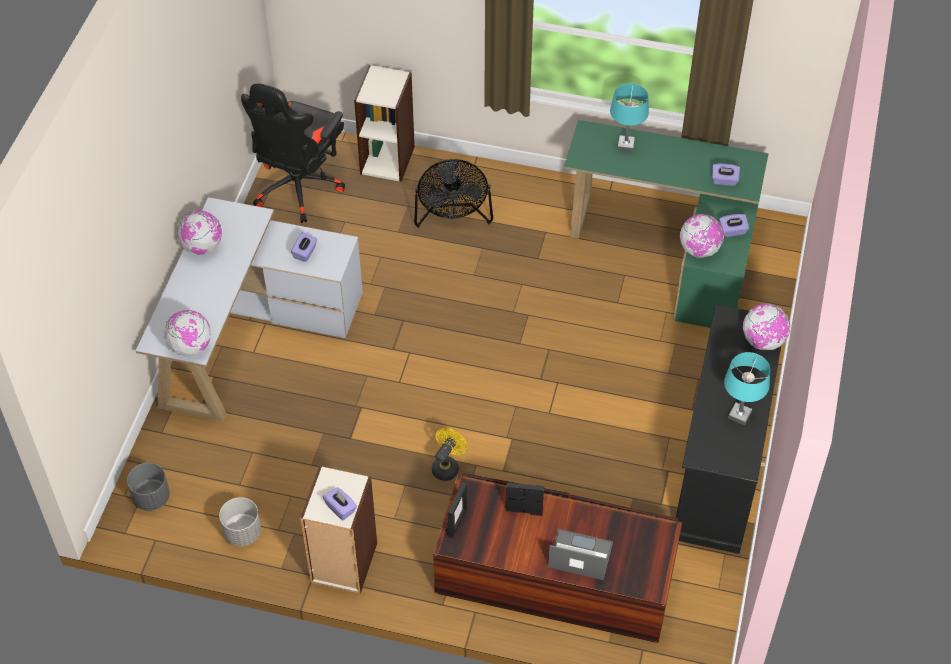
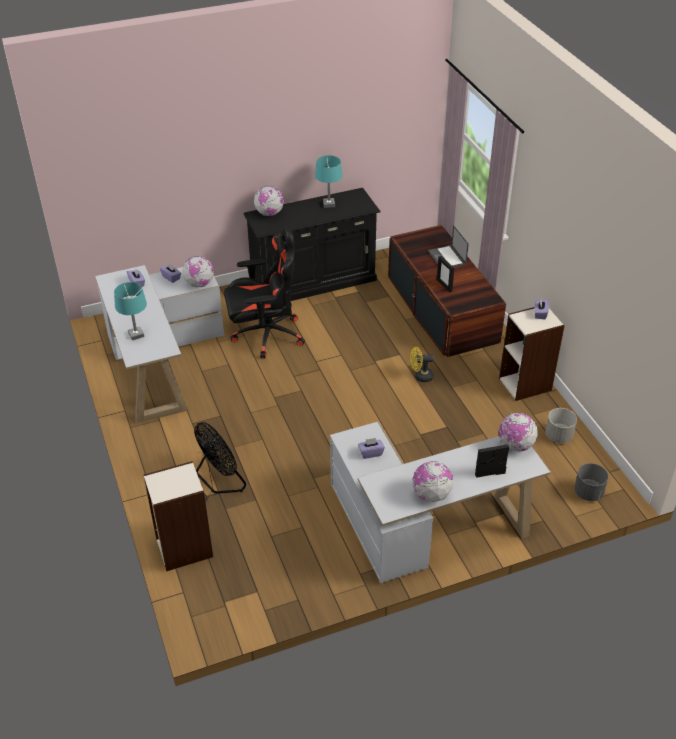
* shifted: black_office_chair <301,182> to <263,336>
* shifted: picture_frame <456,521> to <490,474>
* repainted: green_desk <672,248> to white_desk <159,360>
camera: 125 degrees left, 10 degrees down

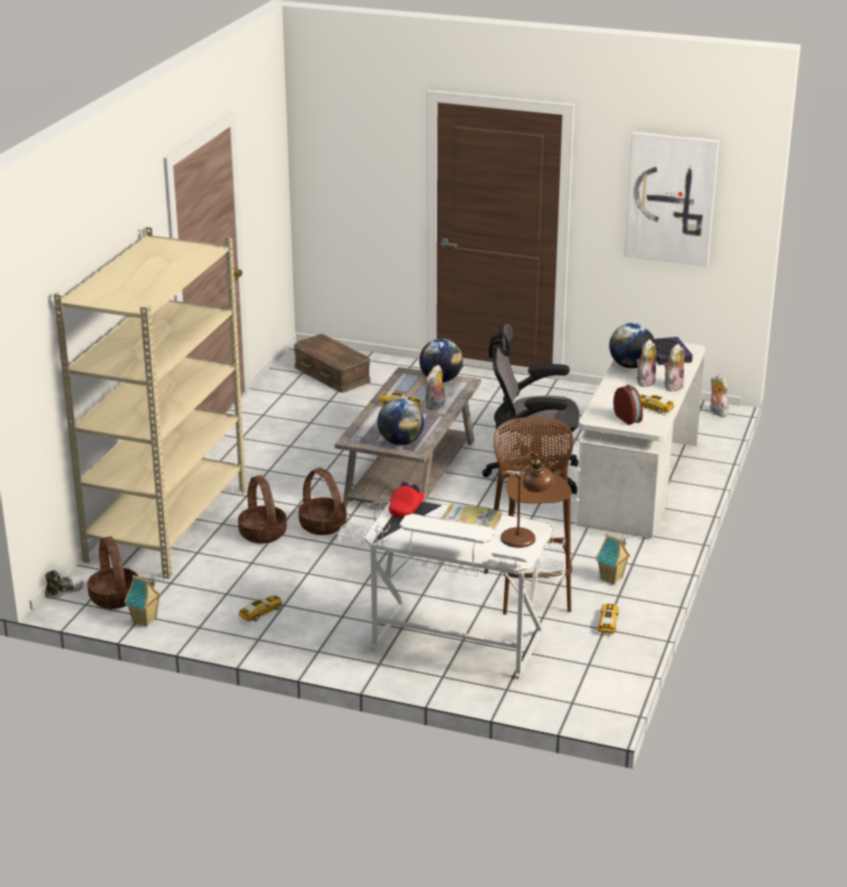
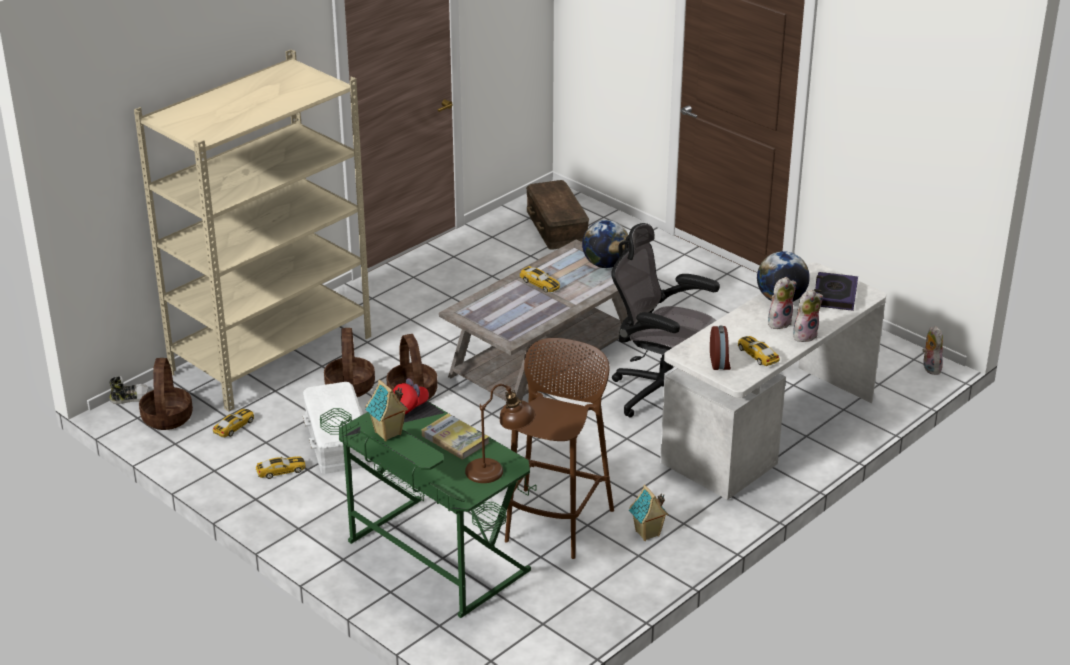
* gone: globe <400,442>
* gone: plush_toy <435,406>
* gone: picture <671,198>
* new: white_storage_box <336,440>
* shifted: toy_house <145,621> to <388,434>
* shifted: toy_car <608,622> to <234,427>
* repainted: white_desk <456,642> to green_desk <434,558>
camera: 25 degrees right, 5 degrees up

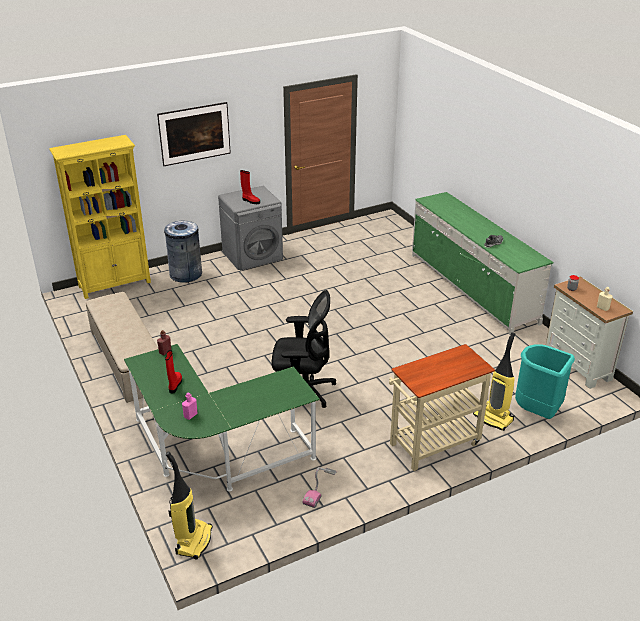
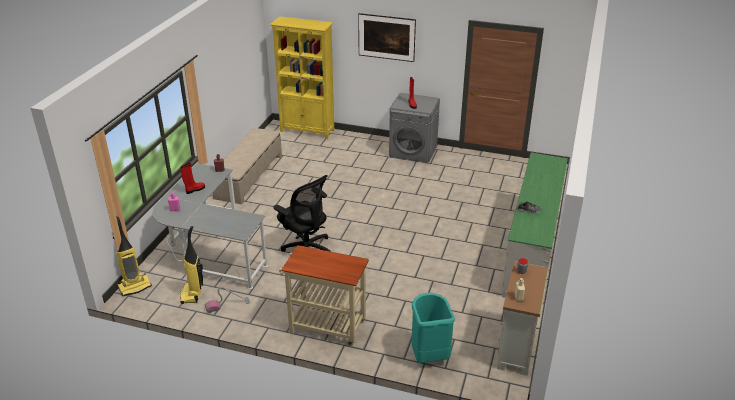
* gone: grey_trash_can <185,274>
* shifted: vacuum_cleaner <494,418> to <192,294>
* repainted: green_desk <215,453> to grey_desk <210,251>
camera: 45 degrees right, 0 degrees up

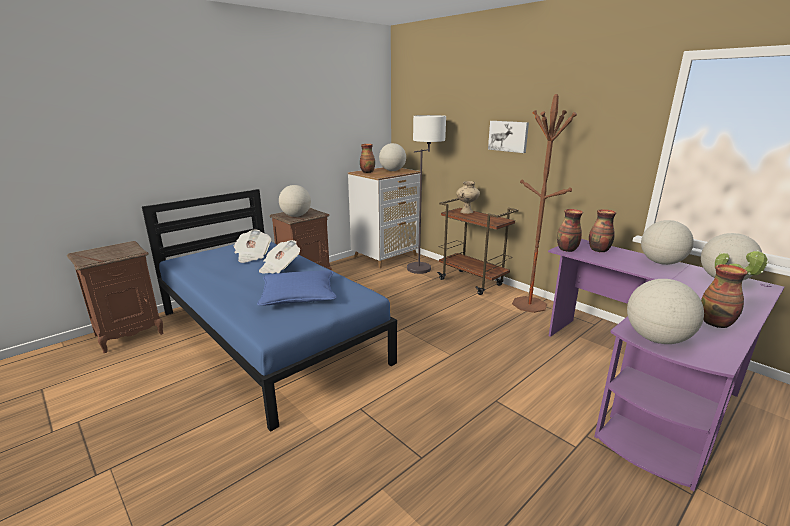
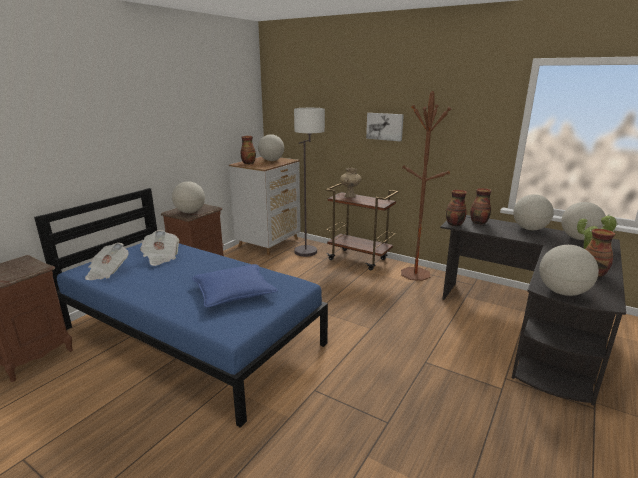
* shifted: newspaper <280,267> to <108,272>
* repainted: purple_desk <644,384> to black_desk <528,328>
camera: 15 degrees left, 0 degrees up

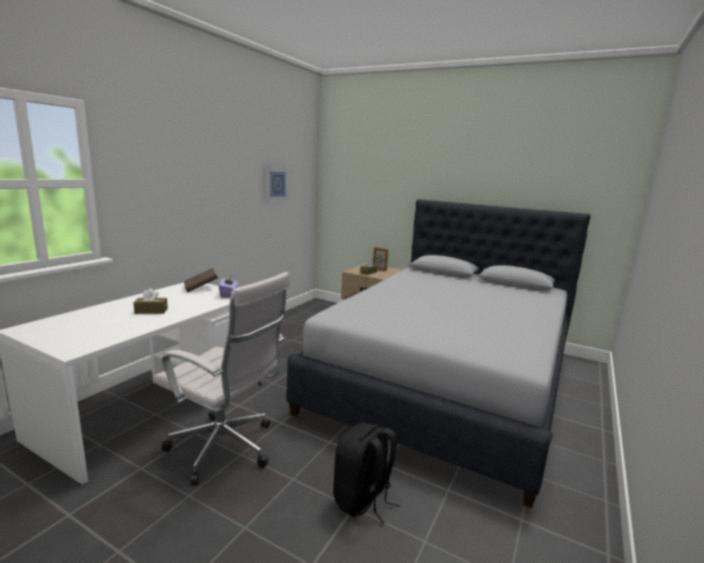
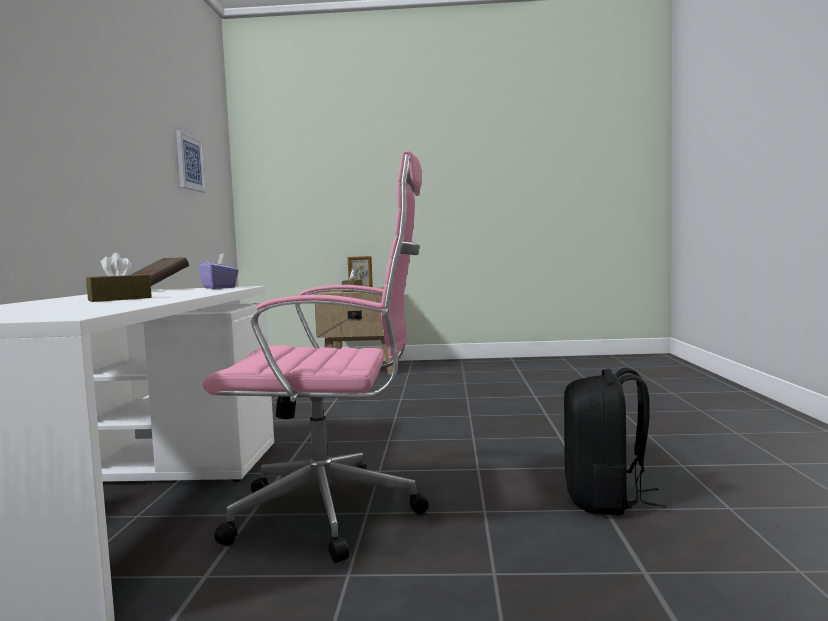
* gone: grey_bed <448,379>
* repainted: white_office_chair <226,449> to pink_office_chair <334,515>
camera: 25 degrees left, 10 degrees down

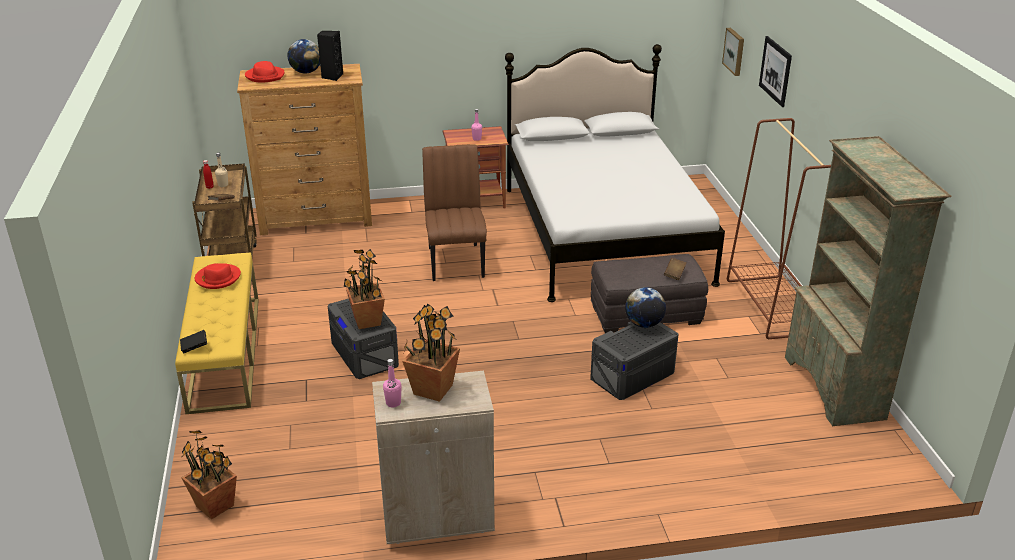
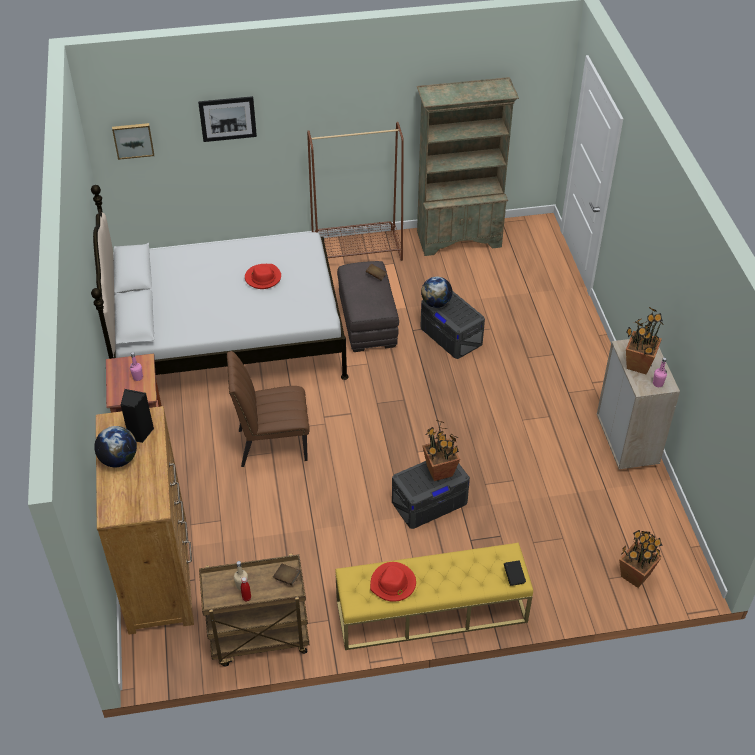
* shifted: red_hat <265,76> to <263,278>
camera: 90 degrees left, 15 degrees up

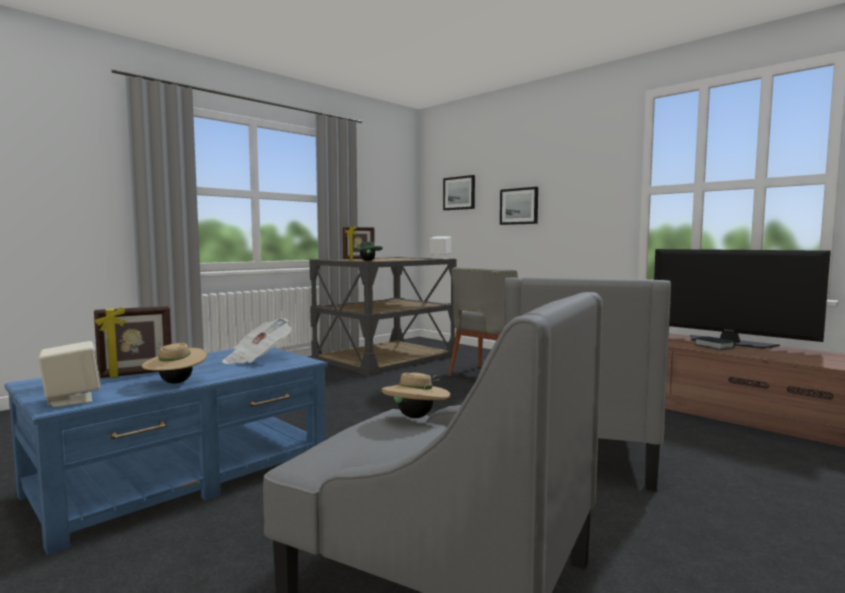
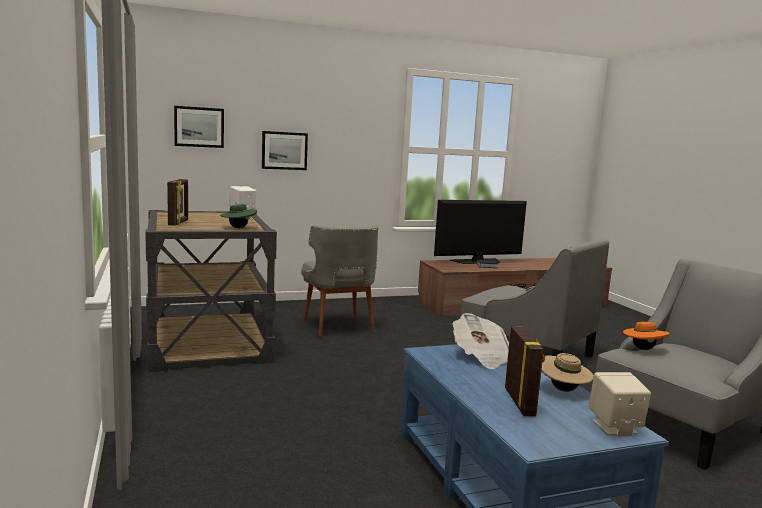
* repainted: beige_hat <416,417> to orange_hat <643,349>
camera: 65 degrees left, 5 degrees up

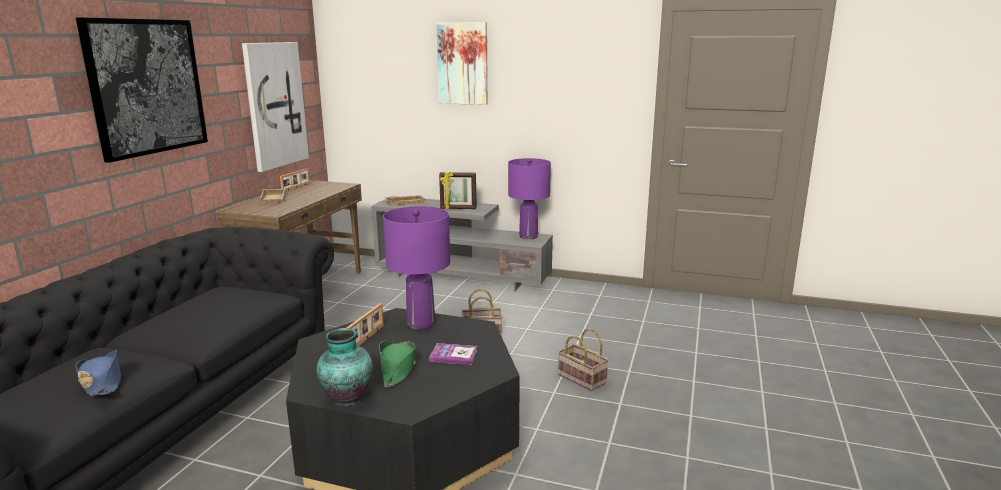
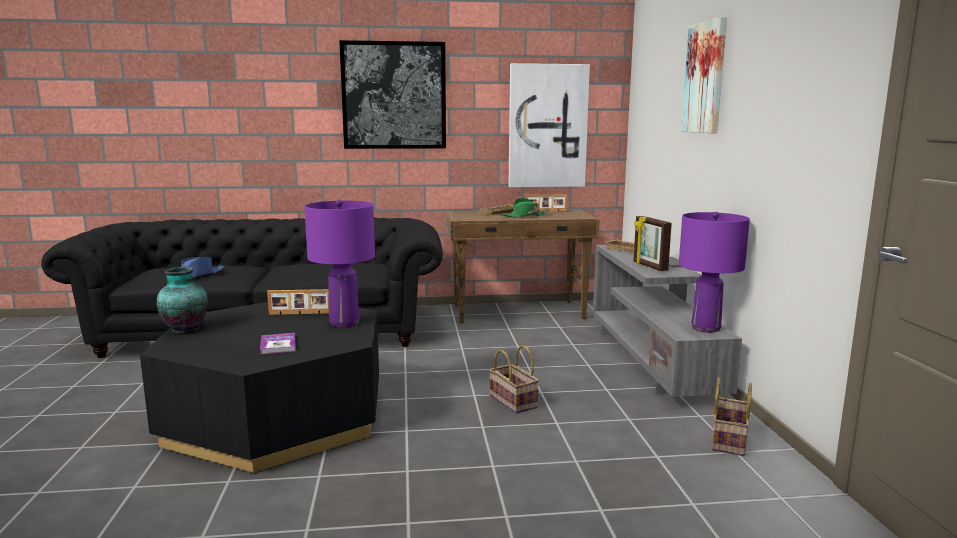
* shifted: green_hat <398,368> to <525,216>
* shifted: basket <580,378> to <727,440>
camera: 65 degrees right, 5 degrees down

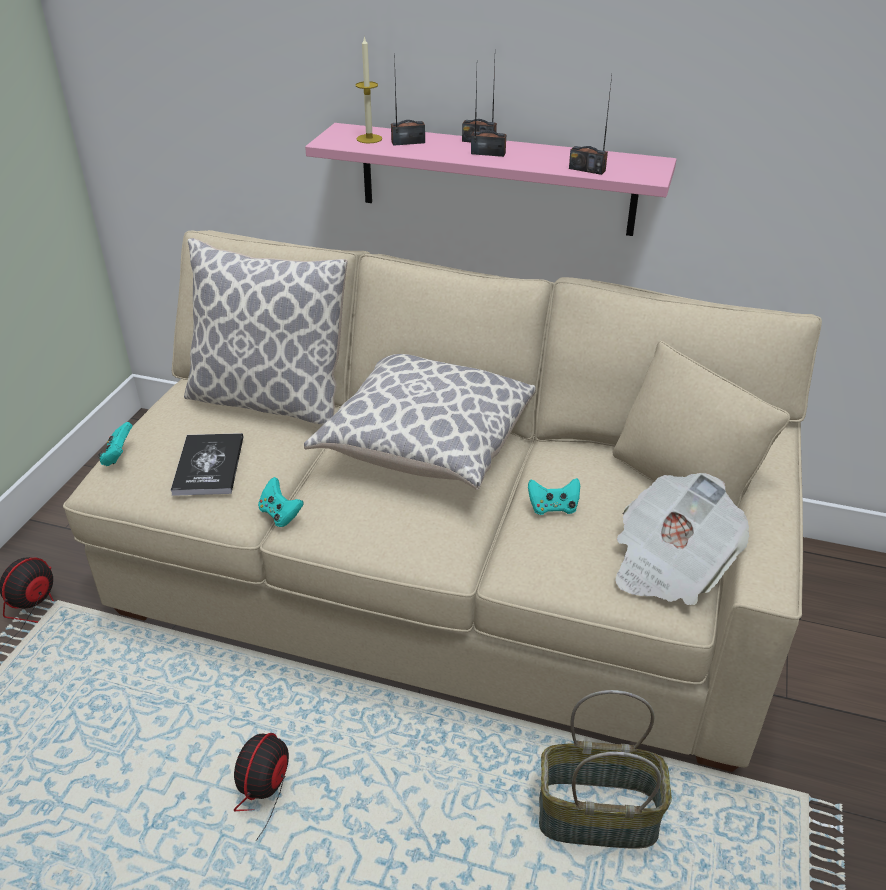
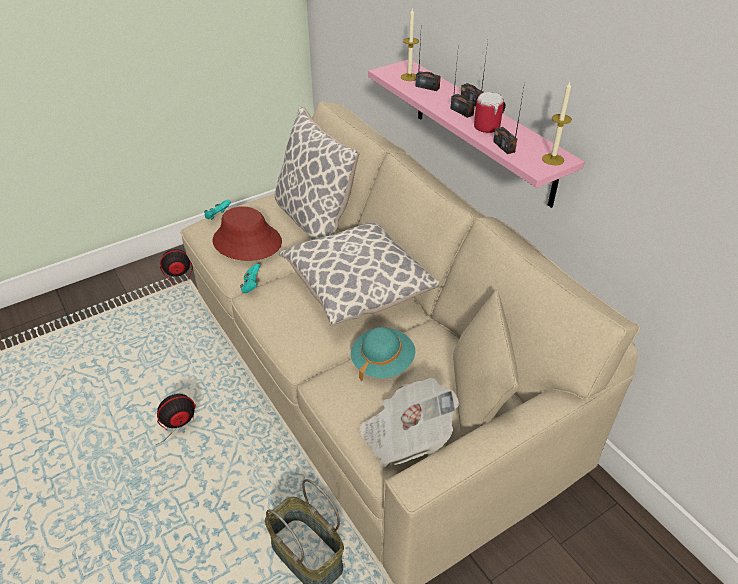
* new: mug <490,126>
* new: candle <553,159>
* swapped: book <209,466> to red_hat <247,242>
* swapped: turquoise_game_controller <553,507> to turquoise_hat <382,362>
camera: 40 degrees right, 5 degrees up

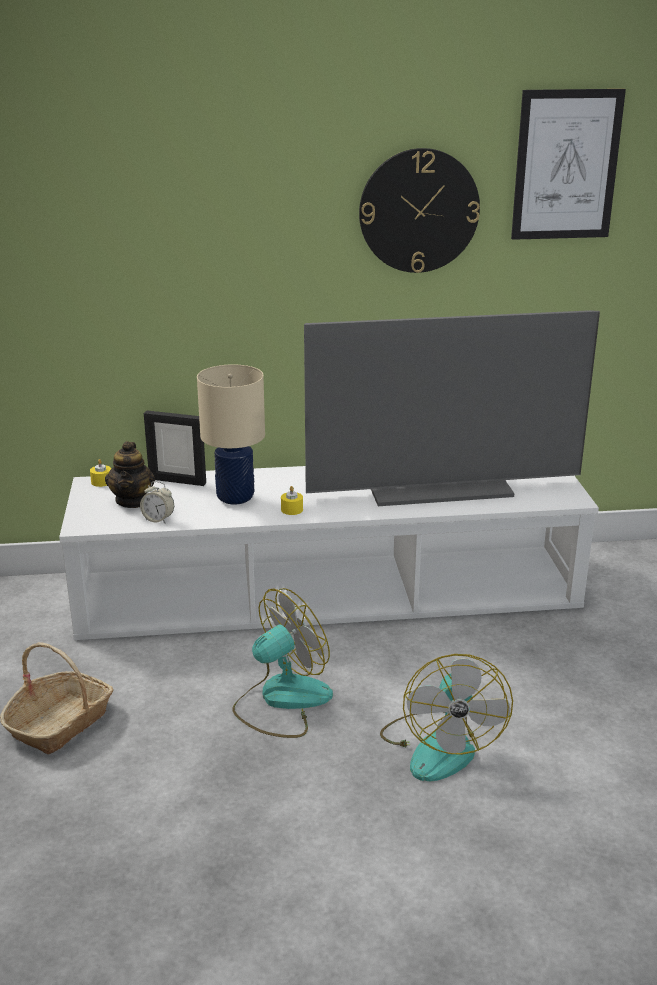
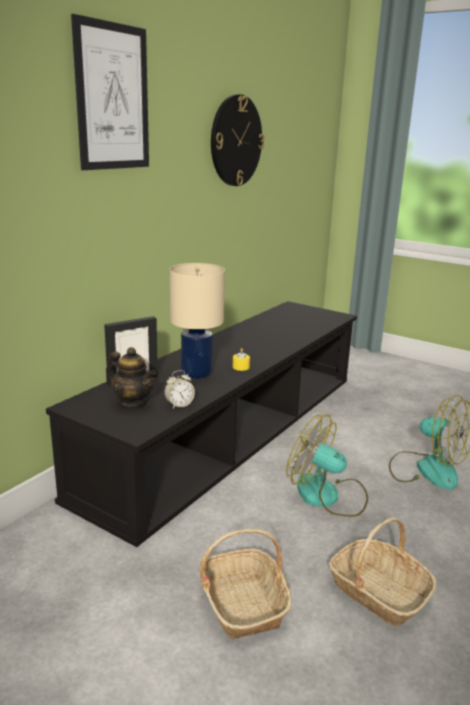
* gone: yellow_candle <101,482>
* gone: television <440,486>
* new: basket <378,592>
* shifted: picture <566,165> to <112,98>
* repainted: white_tv_stand <328,591> to black_tv_stand <231,430>
* rotated: fan <281,700> = <327,496> 60 degrees counterclockwise
camera: 50 degrees left, 5 degrees down

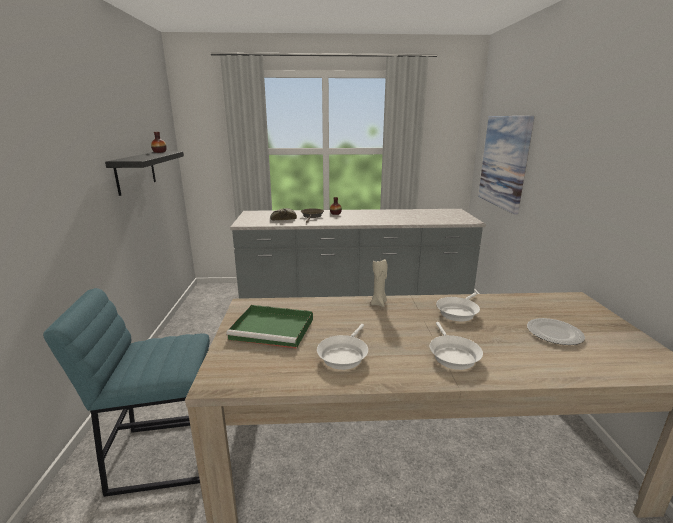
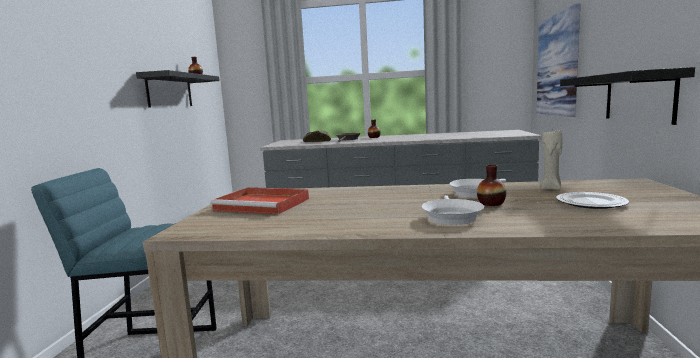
* gone: white_frying_pan <343,355>
* new: vase <491,203>
* new: black_shelf <638,97>
* shifted: beige_candle <379,303> to <551,188>
* repainted: green_tray <274,329> to red_tray <264,204>
camera: 10 degrees right, 10 degrees down

